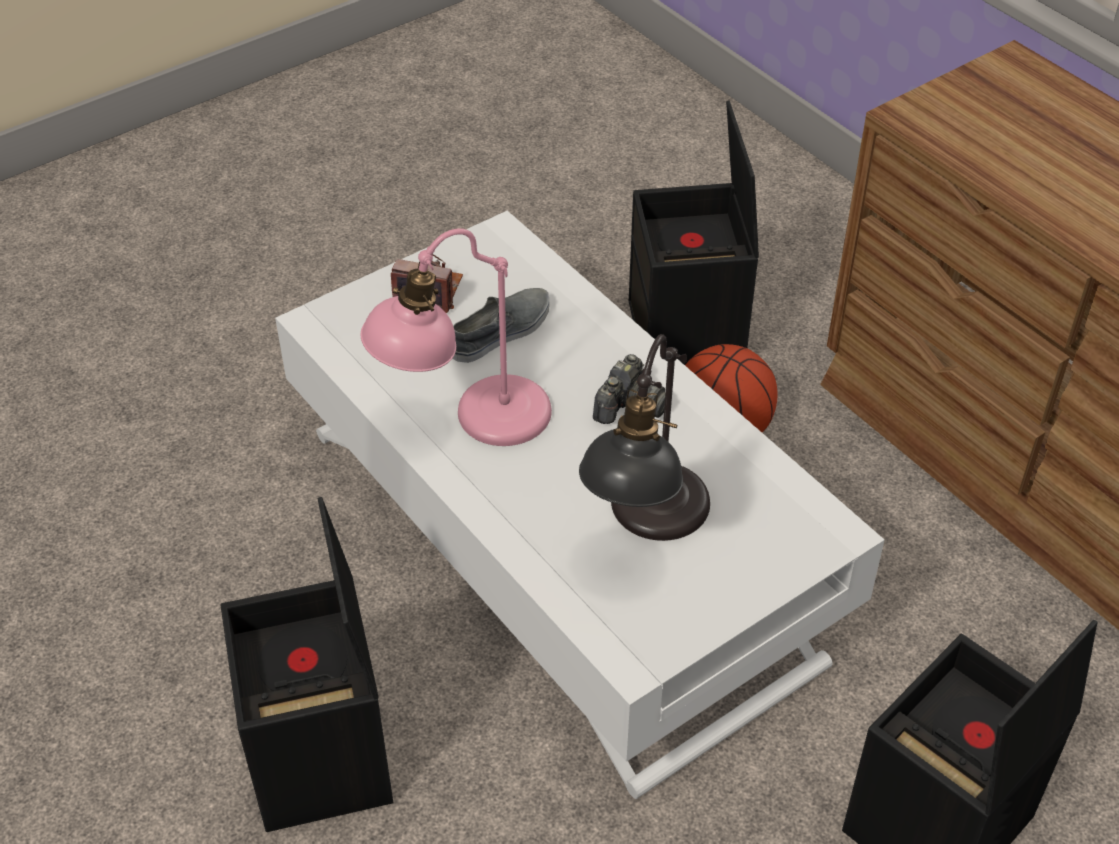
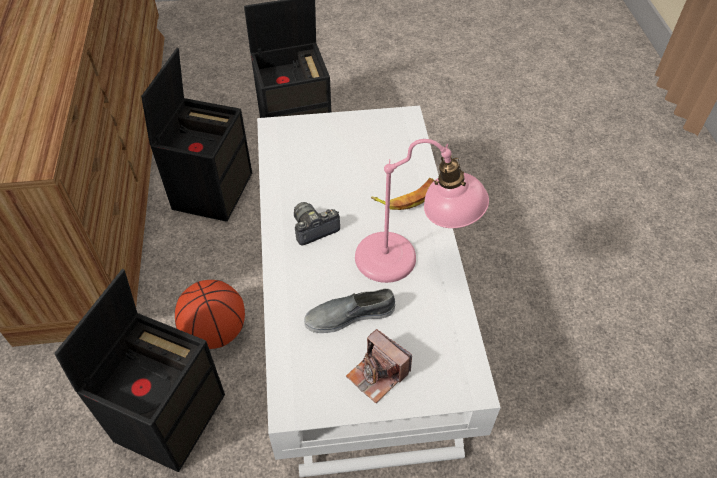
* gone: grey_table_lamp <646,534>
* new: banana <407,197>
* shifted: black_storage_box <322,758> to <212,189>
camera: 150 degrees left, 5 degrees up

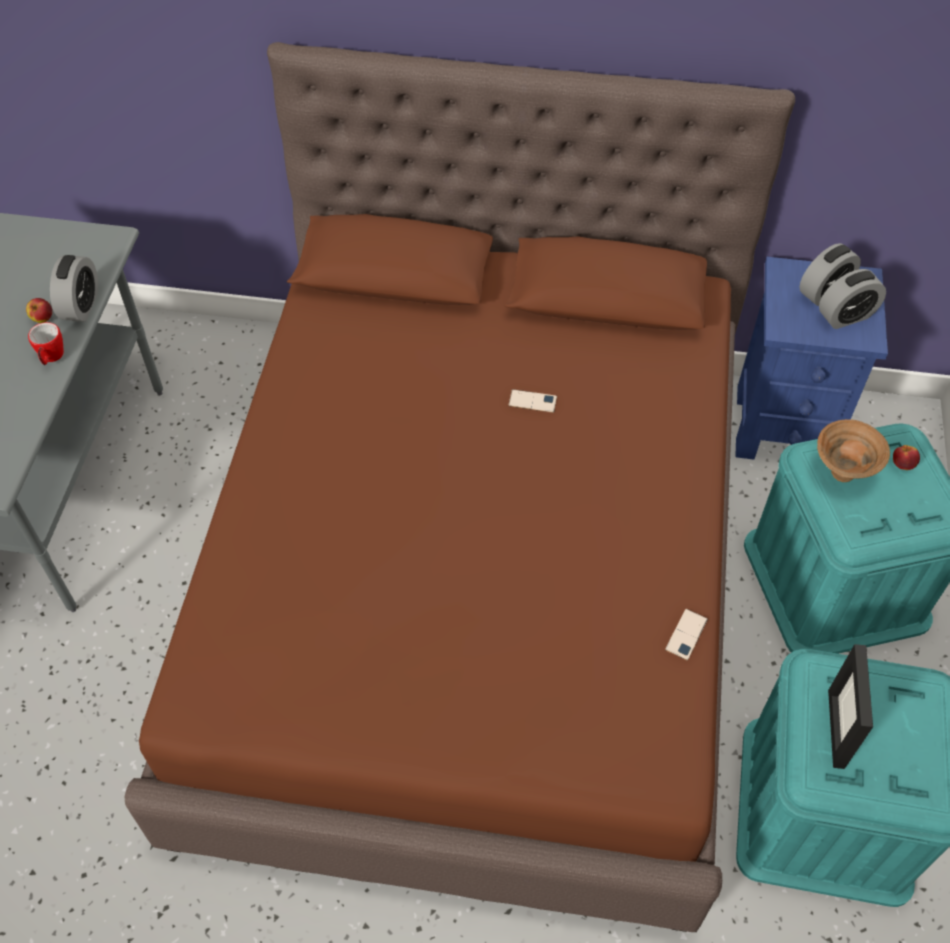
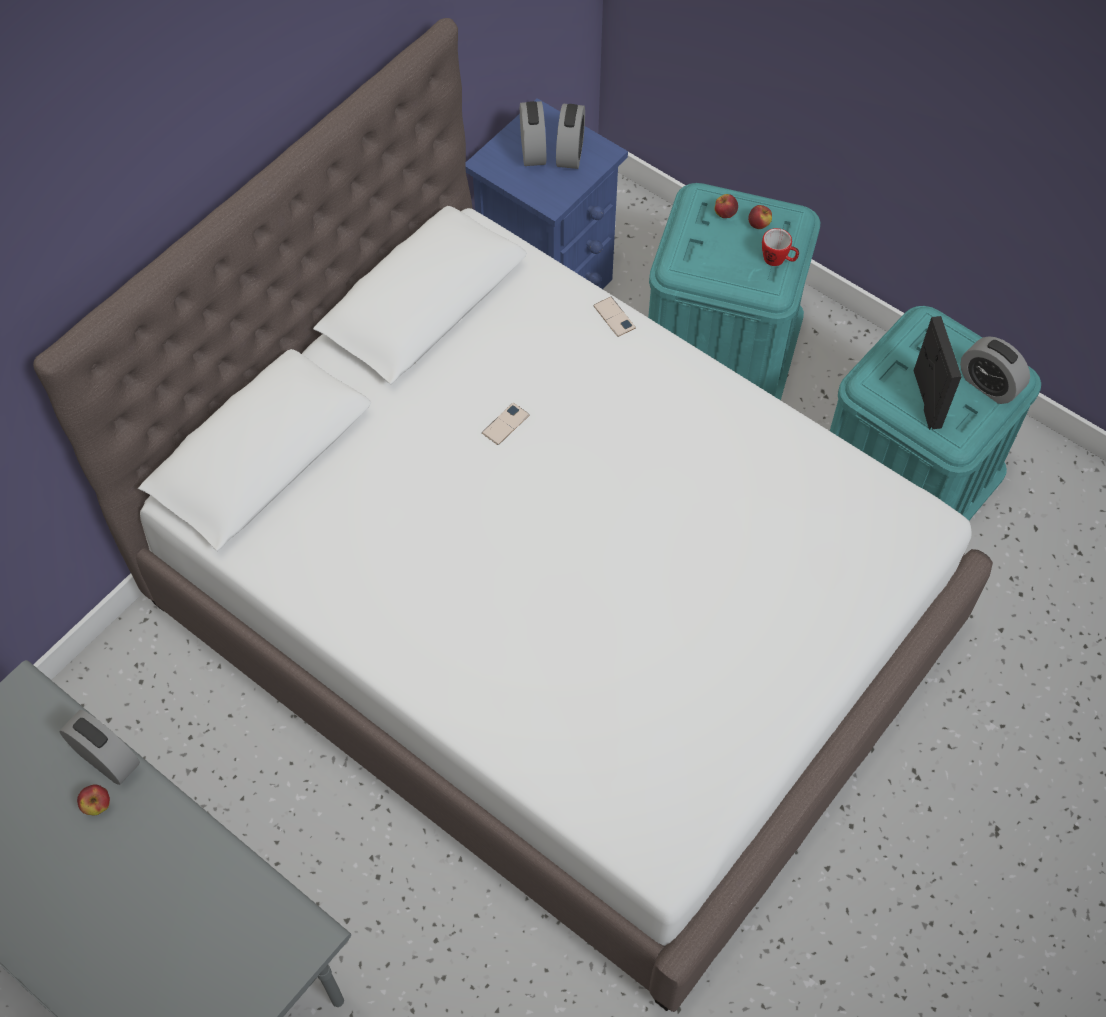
* gone: brown_bowl <842,474>
* new: apple <759,225>
* new: alarm_clock <988,385>
* shifted: mug <51,358> to <778,260>
* shifted: phone <686,634> to <614,317>
* repainted: brown_bed <476,585> to white_bed <551,614>
* rotated: picture_frame <838,728> = <925,399> 135 degrees counterclockwise
camera: 60 degrees left, 5 degrees up

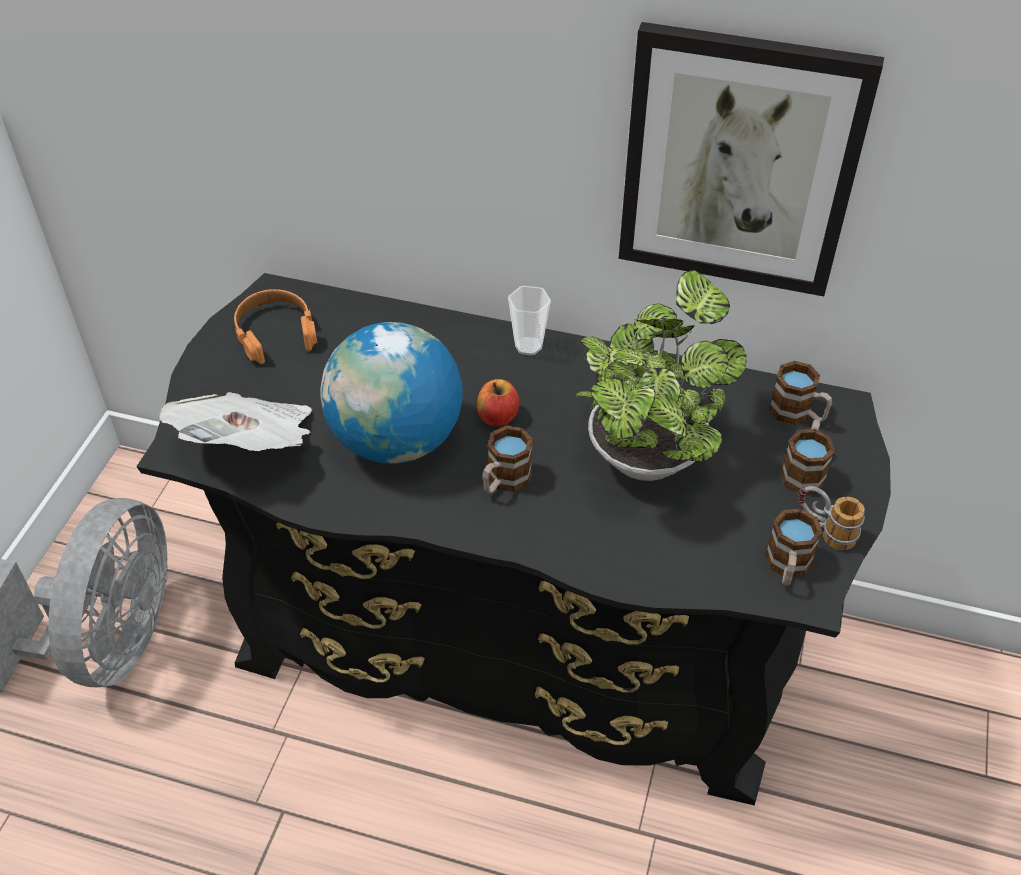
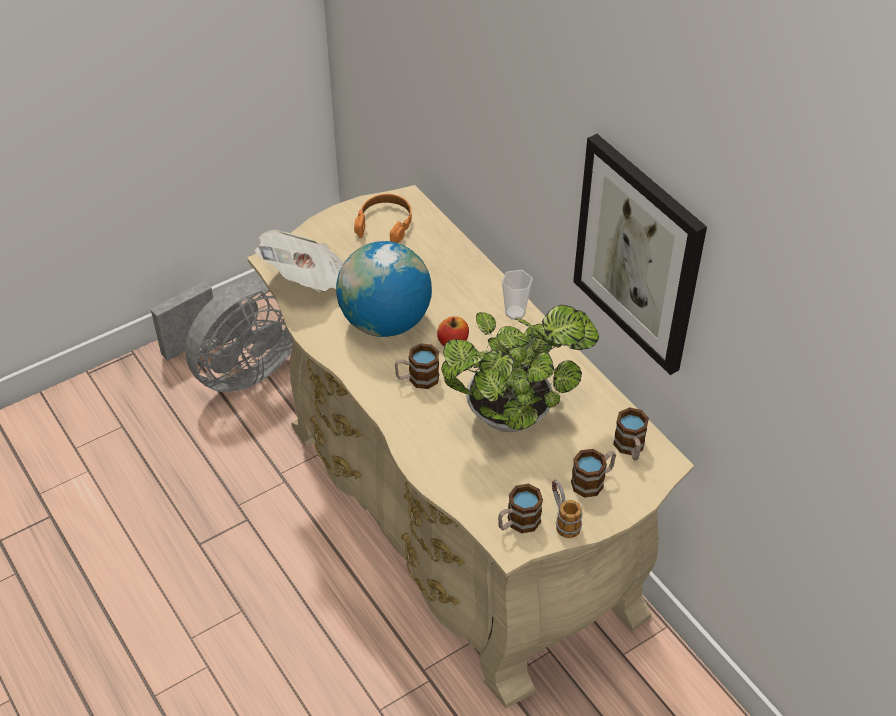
* repainted: black_dresser <512,649> to beige_dresser <452,521>
camera: 40 degrees right, 0 degrees up

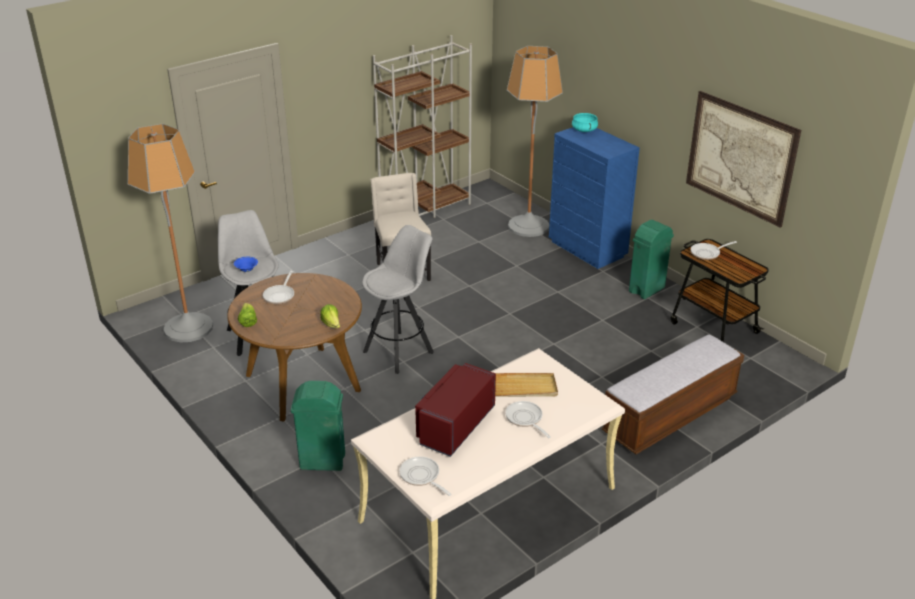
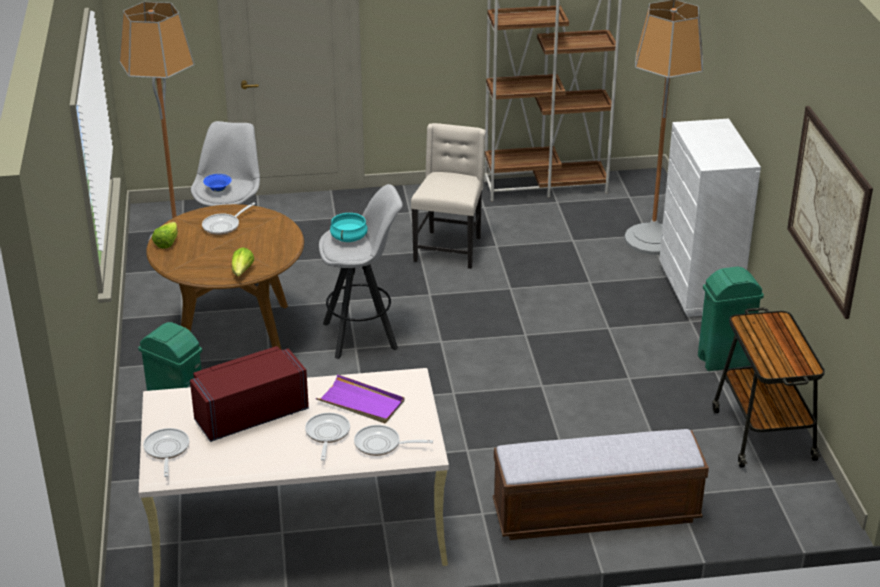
* shifted: turquoise_cooking_pot <584,130> to <348,237>
* shifted: frying_pan <707,253> to <381,445>
* repainted: beige_tray <524,387> to purple_tray <361,402>
* repainted: blue_dresser <588,249> to white_dresser <699,289>
camera: 30 degrees right, 0 degrees up

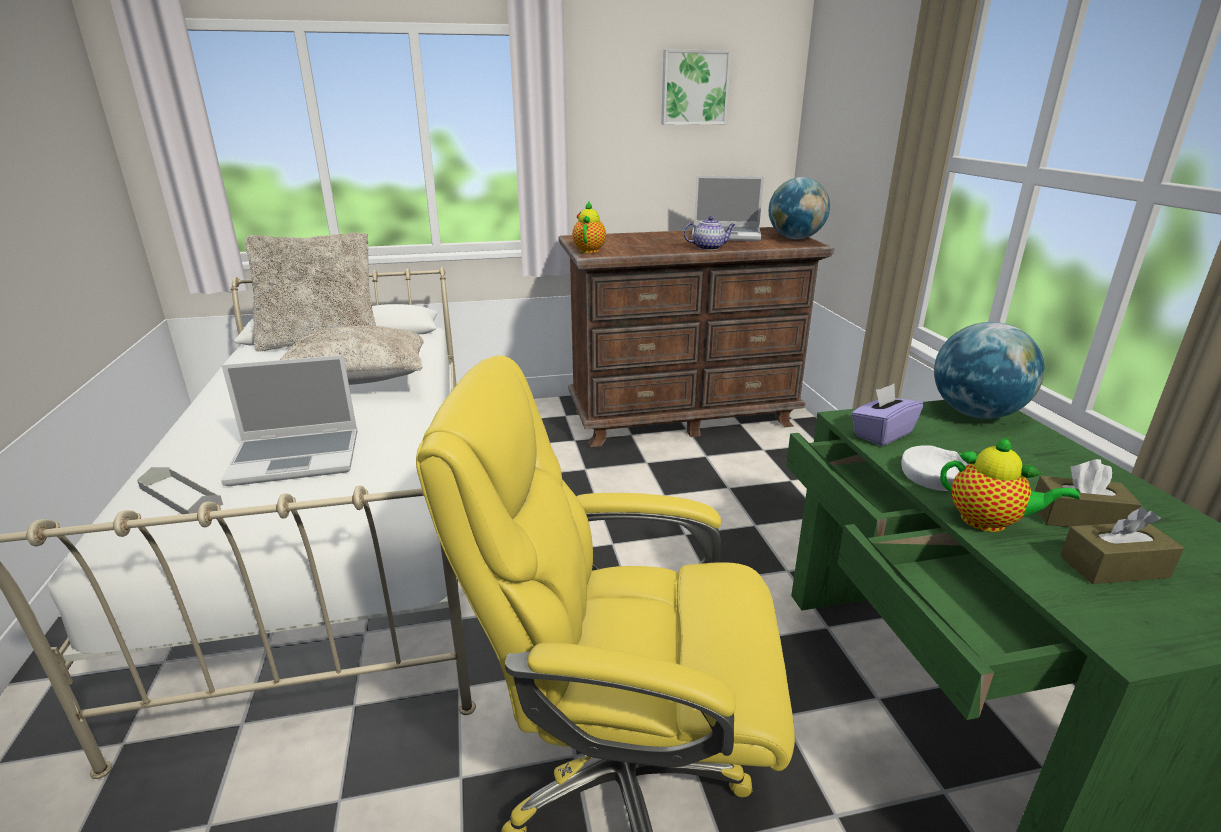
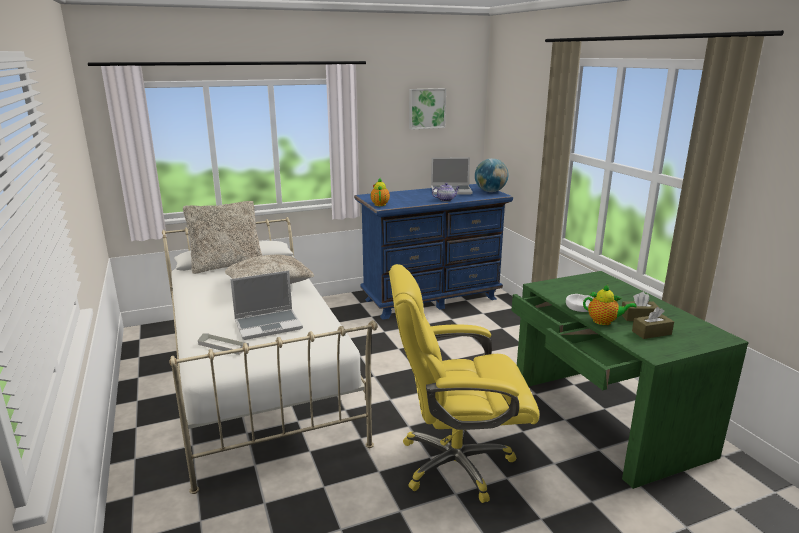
* gone: purple_tissue_box <882,434>
* gone: globe <976,414>
* repainted: brown_dresser <682,418> to blue_dresser <431,299>
camera: 10 degrees left, 5 degrees down

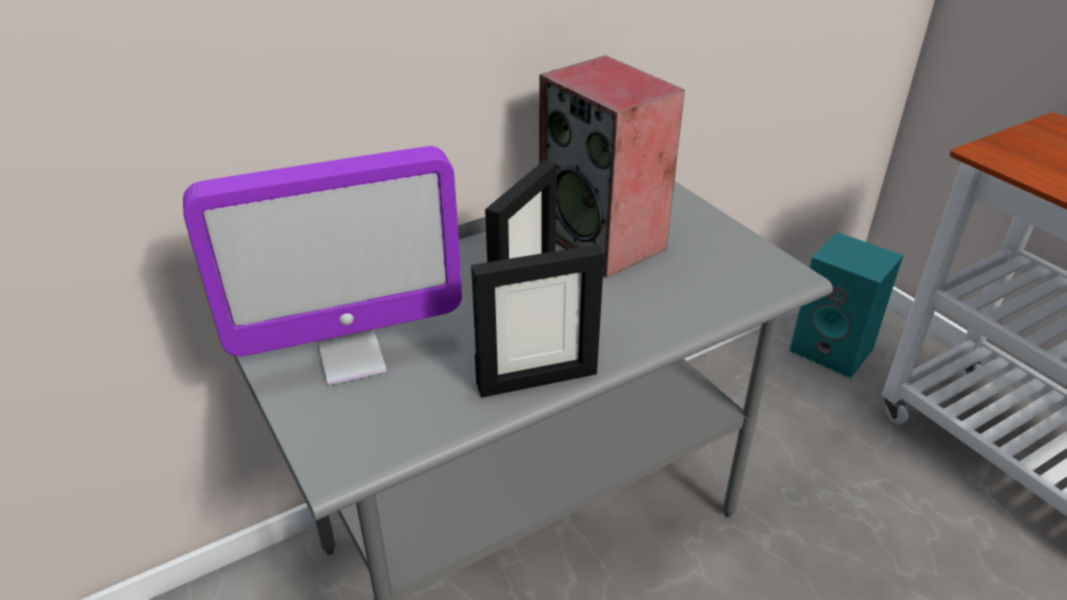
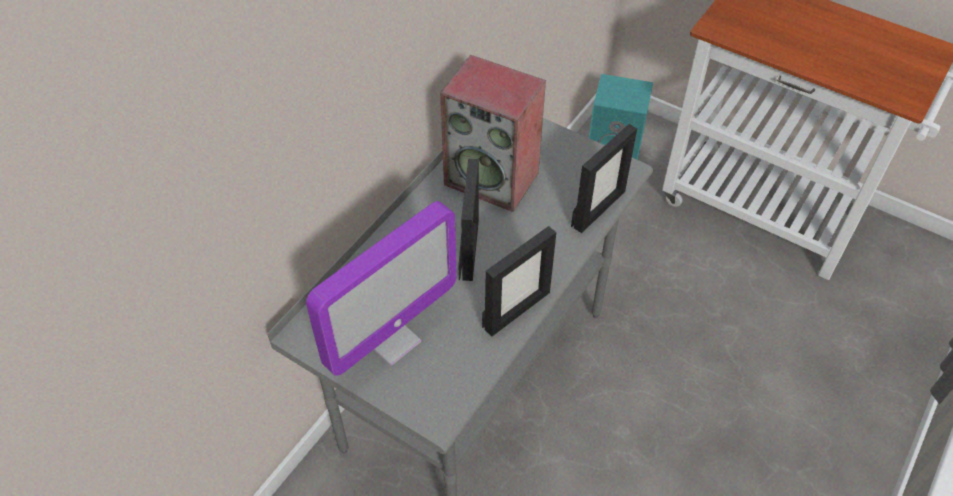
* new: picture_frame <598,208>
camera: 25 degrees left, 15 degrees up

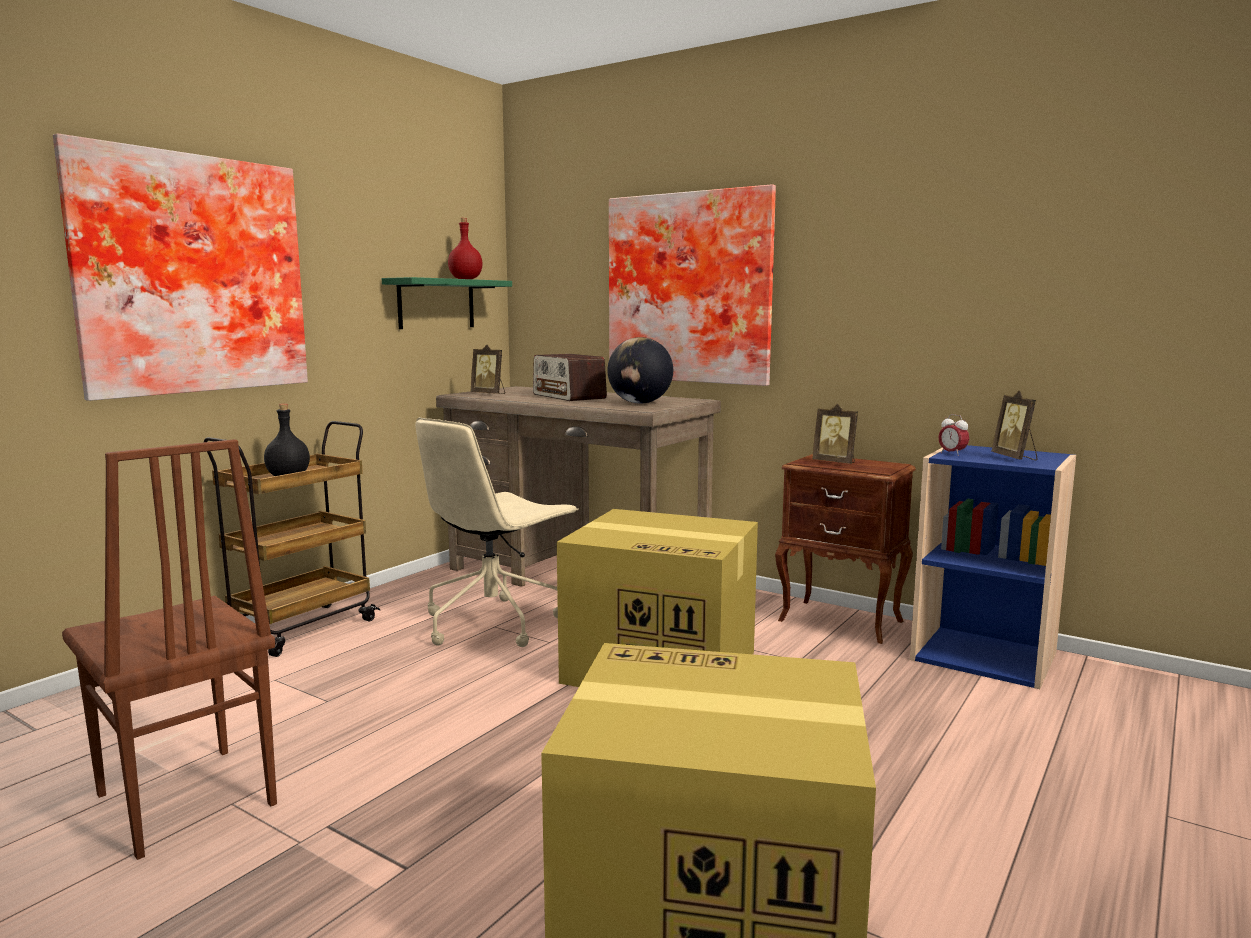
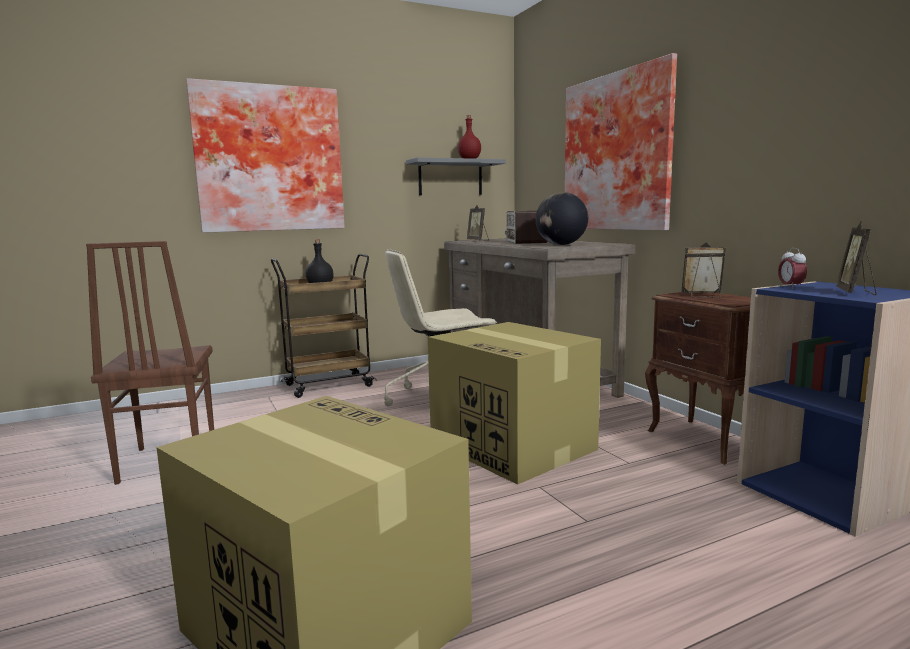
* repainted: green_shelf <436,304> to grey_shelf <450,178>
* rotated: picture_frame <835,462> = <702,296> 120 degrees clockwise
camera: 30 degrees right, 0 degrees up

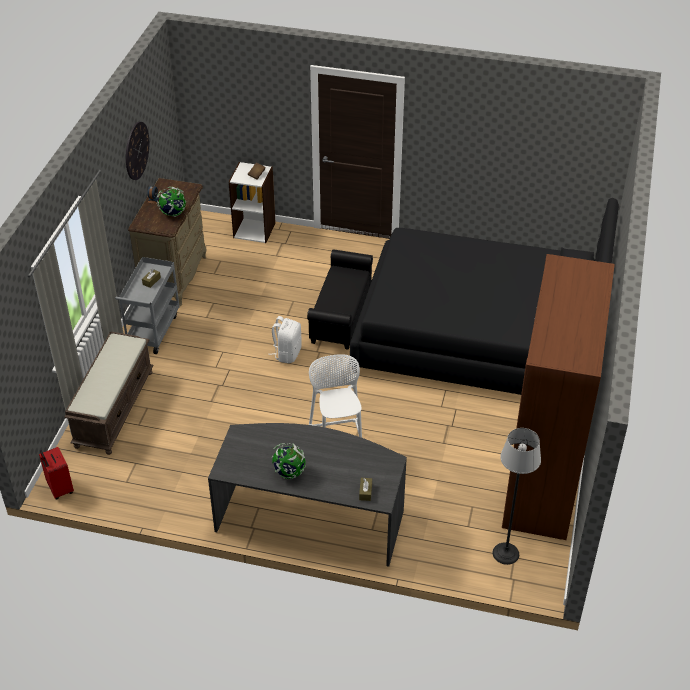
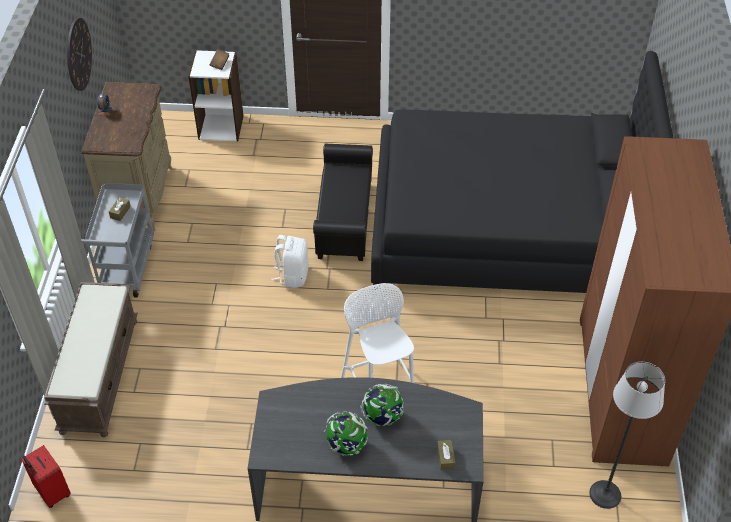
* shifted: globe <173,213> to <382,417>
camera: 10 degrees left, 5 degrees up

